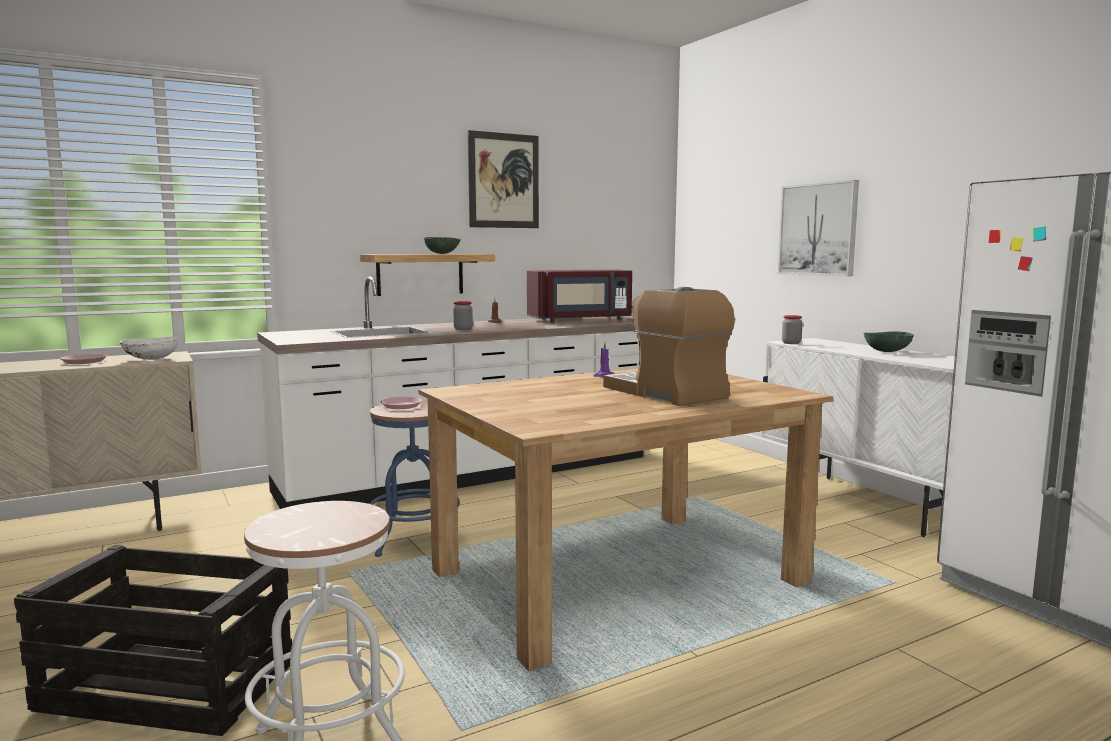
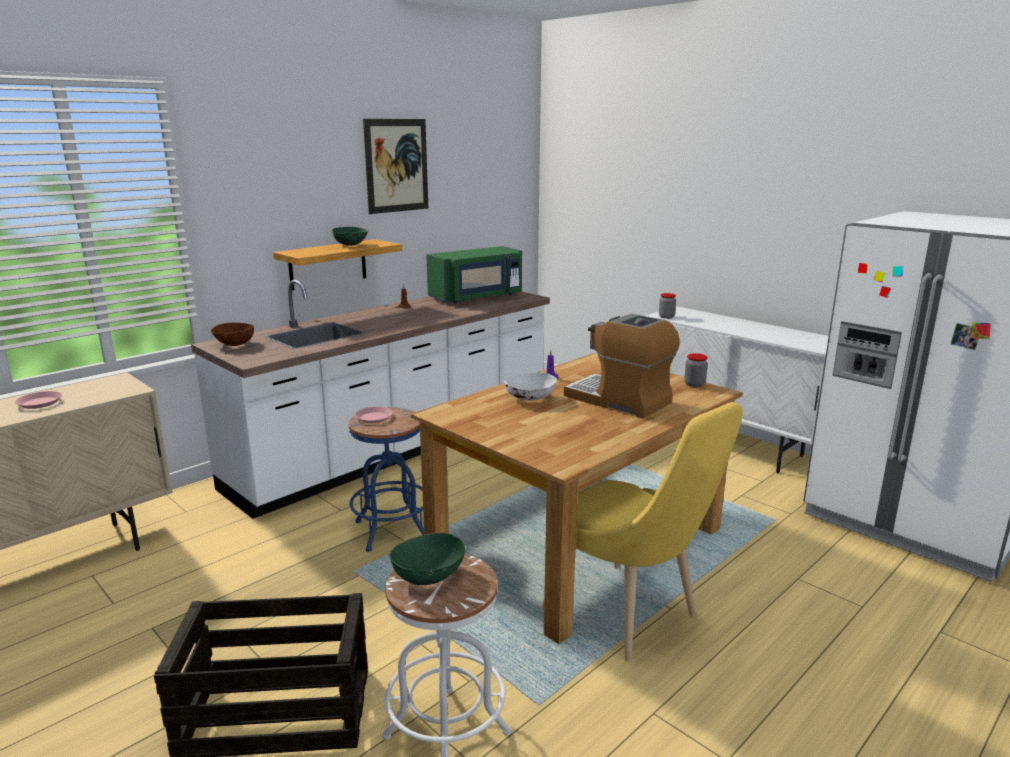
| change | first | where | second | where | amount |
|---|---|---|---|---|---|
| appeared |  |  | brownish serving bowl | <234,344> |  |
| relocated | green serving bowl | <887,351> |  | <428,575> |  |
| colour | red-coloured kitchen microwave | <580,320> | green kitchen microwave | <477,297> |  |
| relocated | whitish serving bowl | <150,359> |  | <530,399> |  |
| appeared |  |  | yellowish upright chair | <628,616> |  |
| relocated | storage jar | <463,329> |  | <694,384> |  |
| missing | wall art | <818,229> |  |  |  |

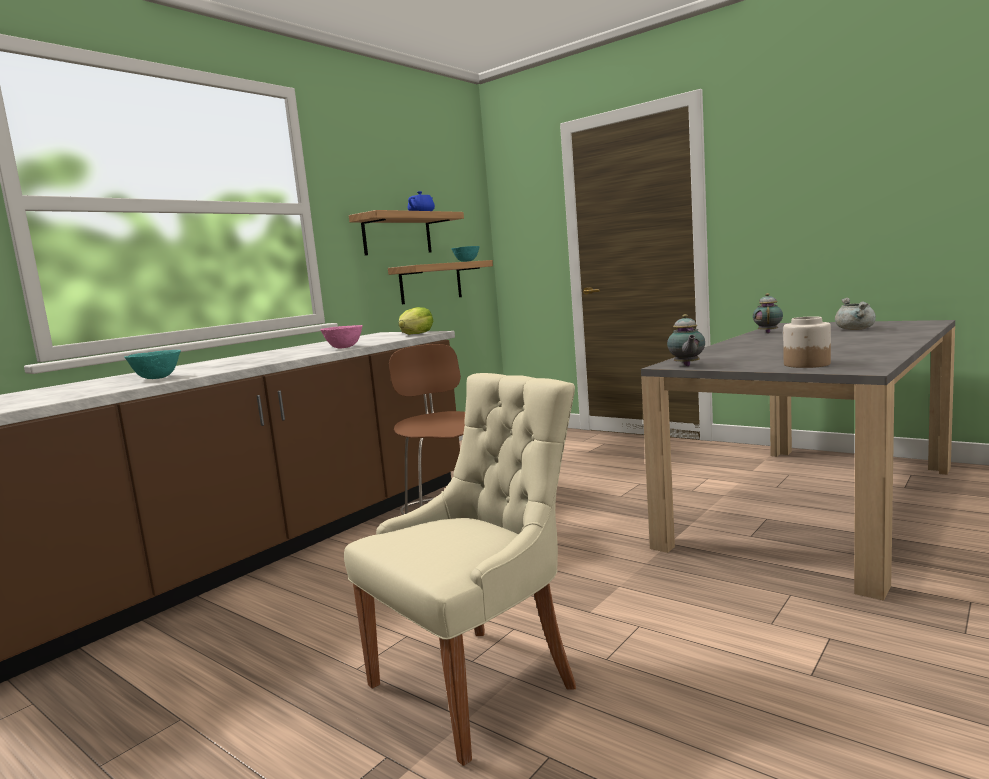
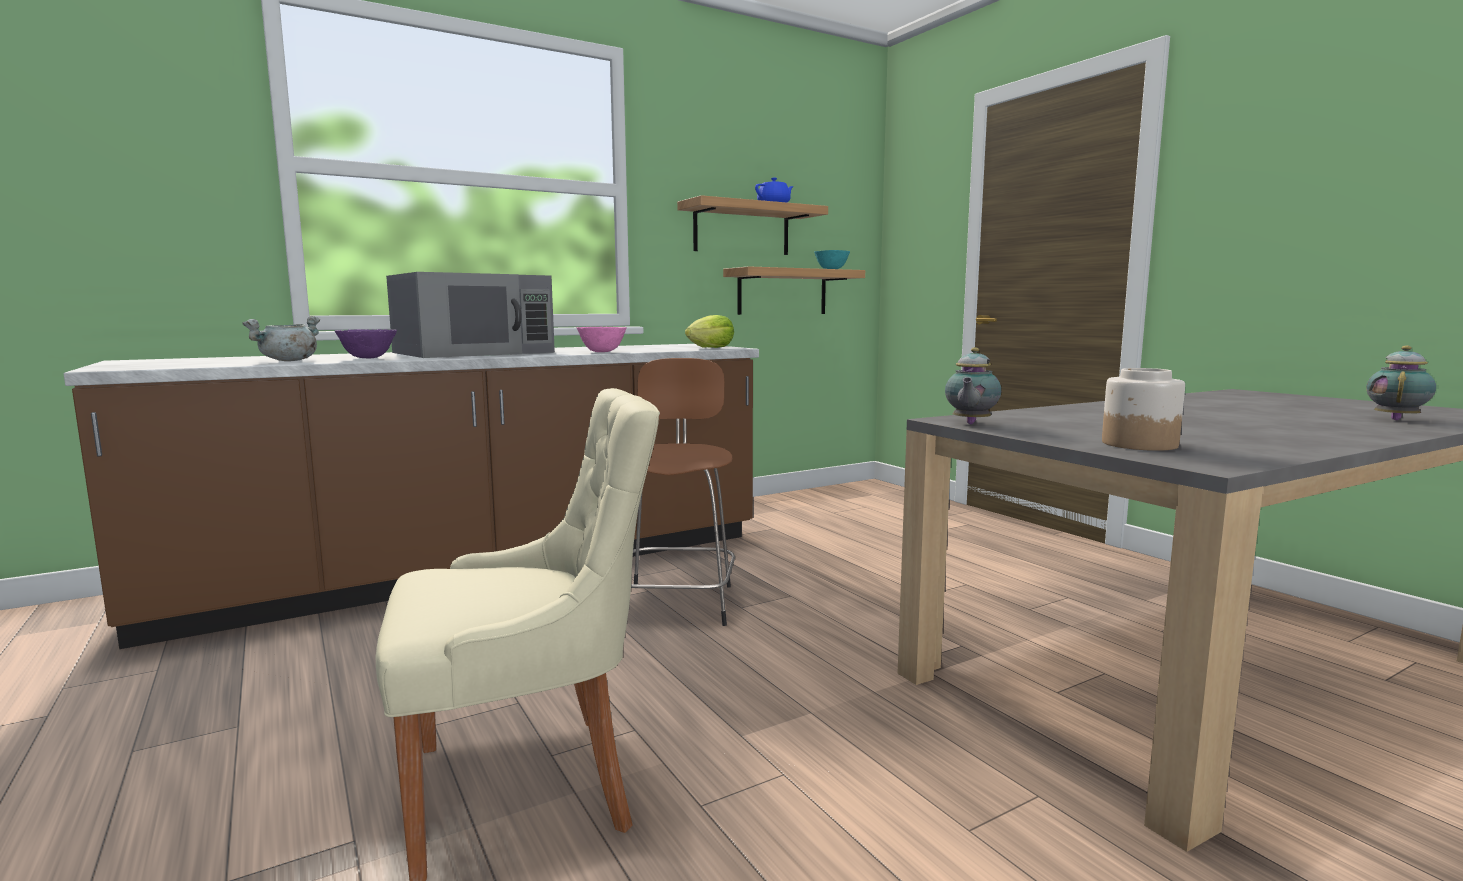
| change | first | where | second | where | amount |
|---|---|---|---|---|---|
| relocated | greyish cooking pot | <855,329> |  | <288,361> |  |
| colour | turquoise serving bowl | <157,378> | purplish serving bowl | <368,358> |  |
| appeared |  |  | greyish kitchen microwave | <475,352> |  |
| relocated | teapot | <768,332> |  | <1396,419> |  |

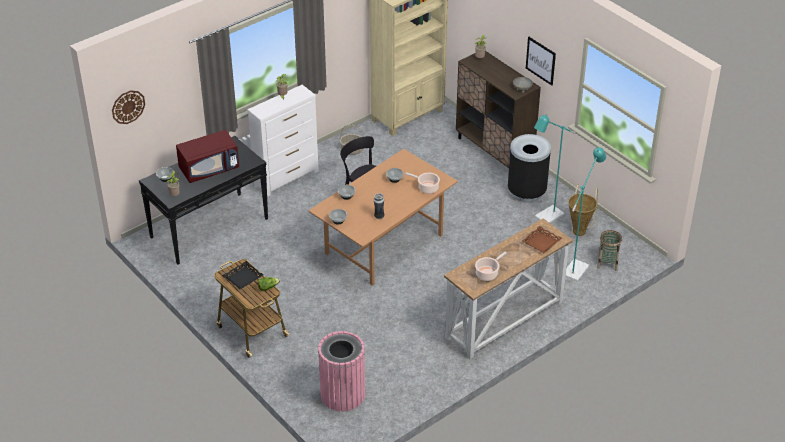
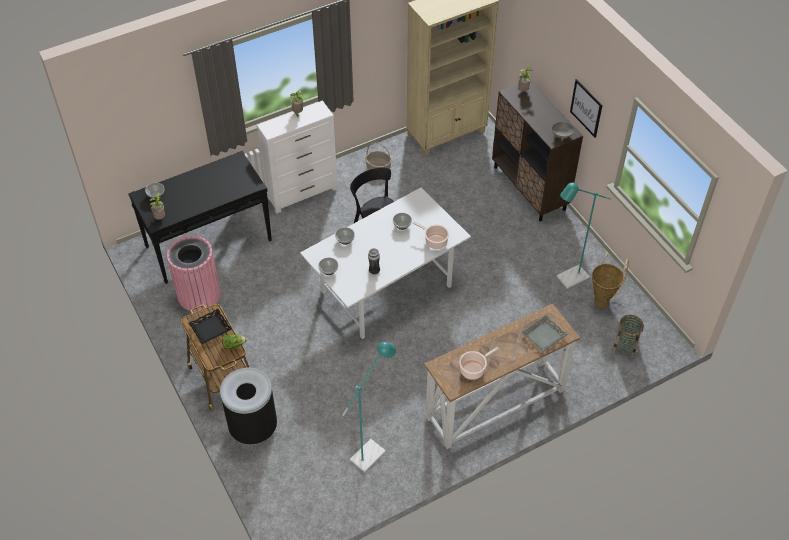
| change | first | where | second | where | amount |
|---|---|---|---|---|---|
| relocated | pink-coloured rubbish bin | <342,394> |  | <199,294> |  |
| relocated | black rubbish bin | <527,192> |  | <253,428> |  |
| colour | brownish dinner table | <384,243> | whitish dinner table | <386,288> |  |
| relocated | turquoise floor lamp | <577,267> |  | <372,451> |  |
| colour | brownish carrying tray | <541,242> | greyish carrying tray | <544,336> |  |
| missing | wall clock | <128,107> |  |  |  |
| missing | red-coloured kitchen microwave | <209,169> |  |  |  |

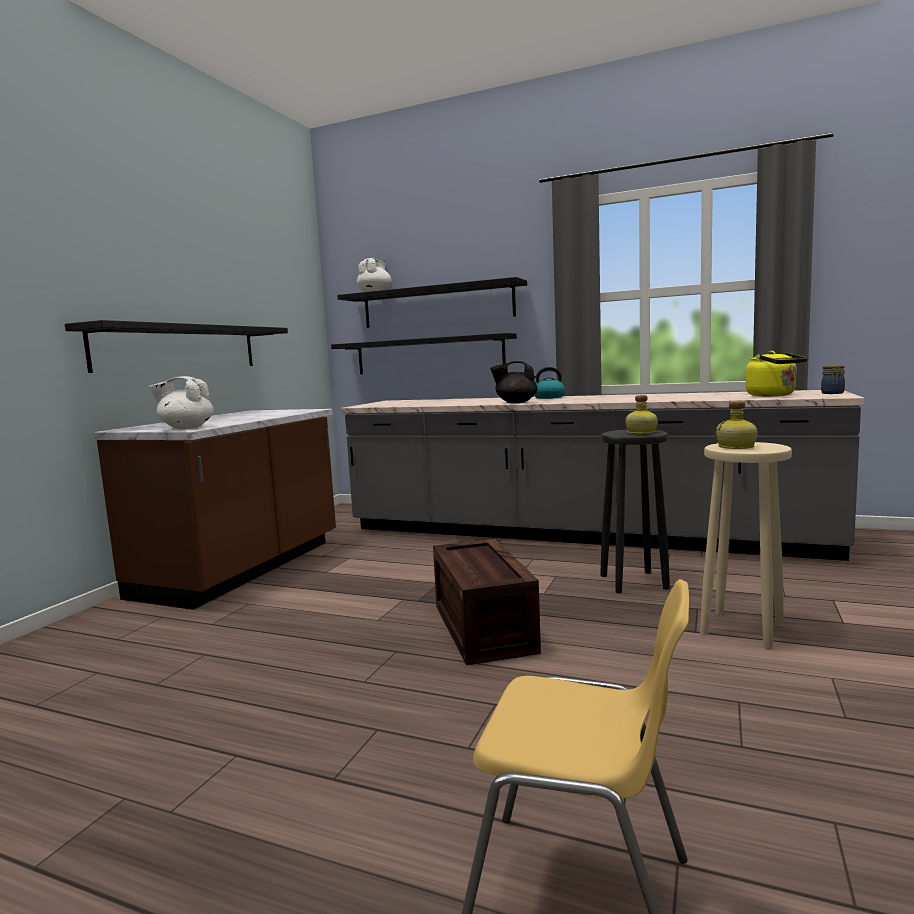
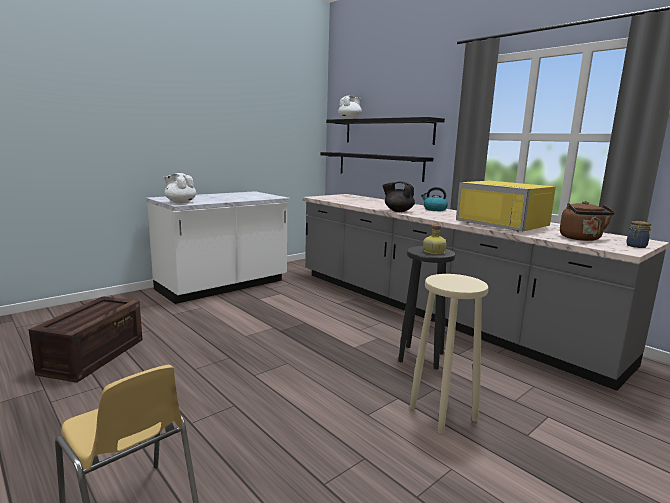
| change | first | where | second | where | amount |
|---|---|---|---|---|---|
| relocated | shipping crate | <486,628> |  | <93,357> |  |
| colour | brownish kitchen counter | <242,569> | whitish kitchen counter | <223,286> |  |
| appeared |  |  | yellowish kitchen microwave | <505,225> |  |
| colour | yellowish tea kettle | <773,395> | brownish tea kettle | <581,239> |  |
| missing | black shelf | <179,348> |  |  |  |
| missing | beverage bottle | <737,447> |  |  |  |

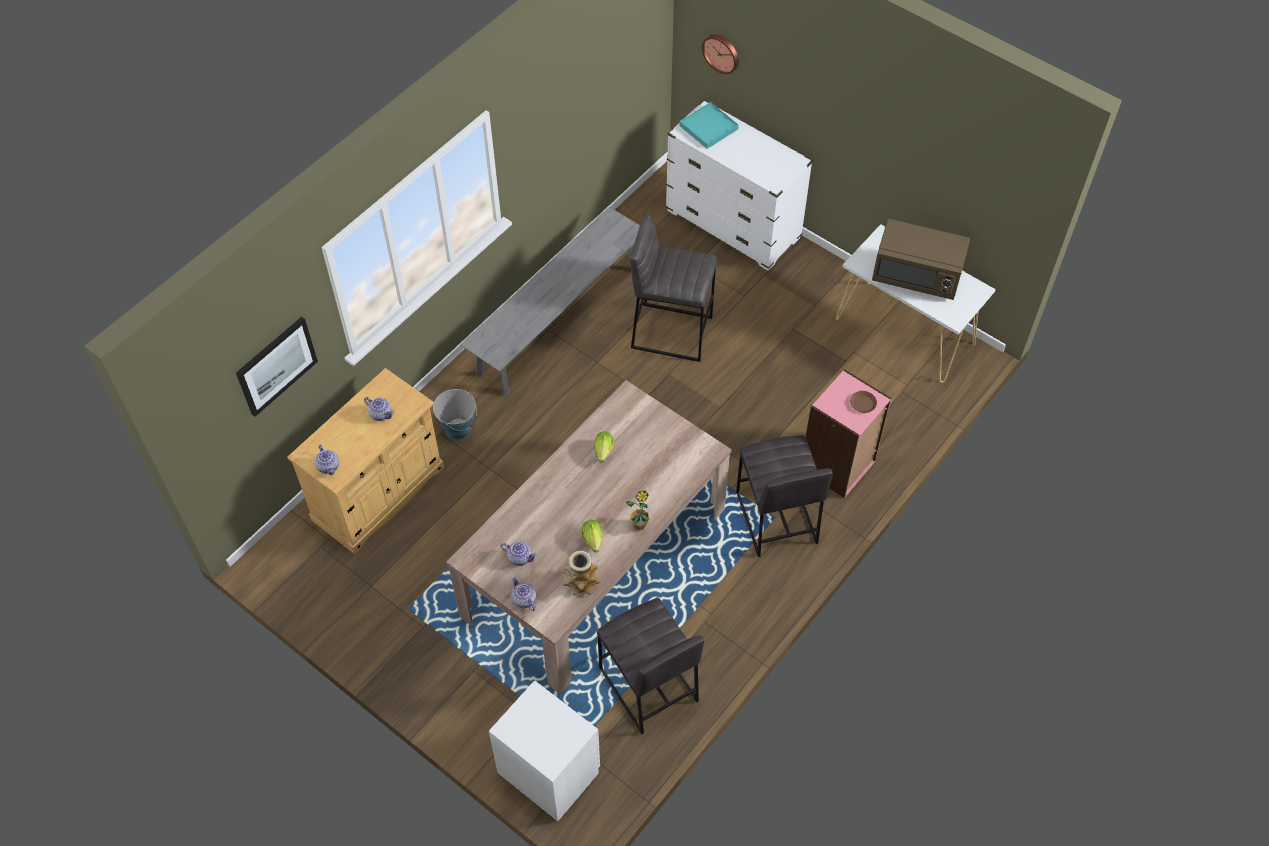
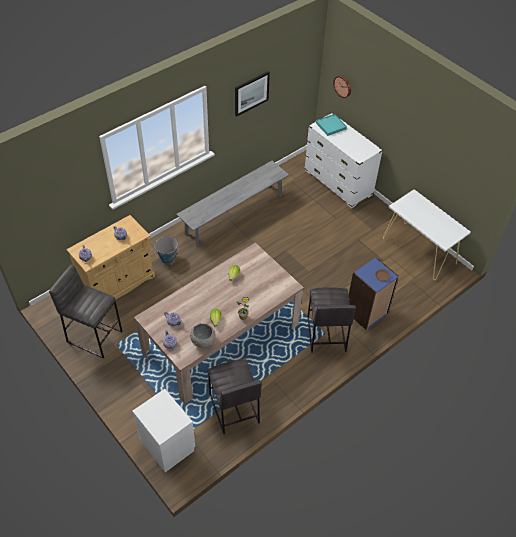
| change | first | where | second | where | amount |
|---|---|---|---|---|---|
| relocated | greyish stool | <671,331> |  | <94,336> |  |
| exchanged | decorative vase | <581,582> | greyish serving bowl | <203,341> |  |
| relocated | wall art | <276,365> |  | <251,93> |  |
| colour | pink-coloured bookshelf | <838,465> | bluish bookshelf | <367,313> |  |
| missing | brownish kitchen microwave | <917,275> |  |  |  |

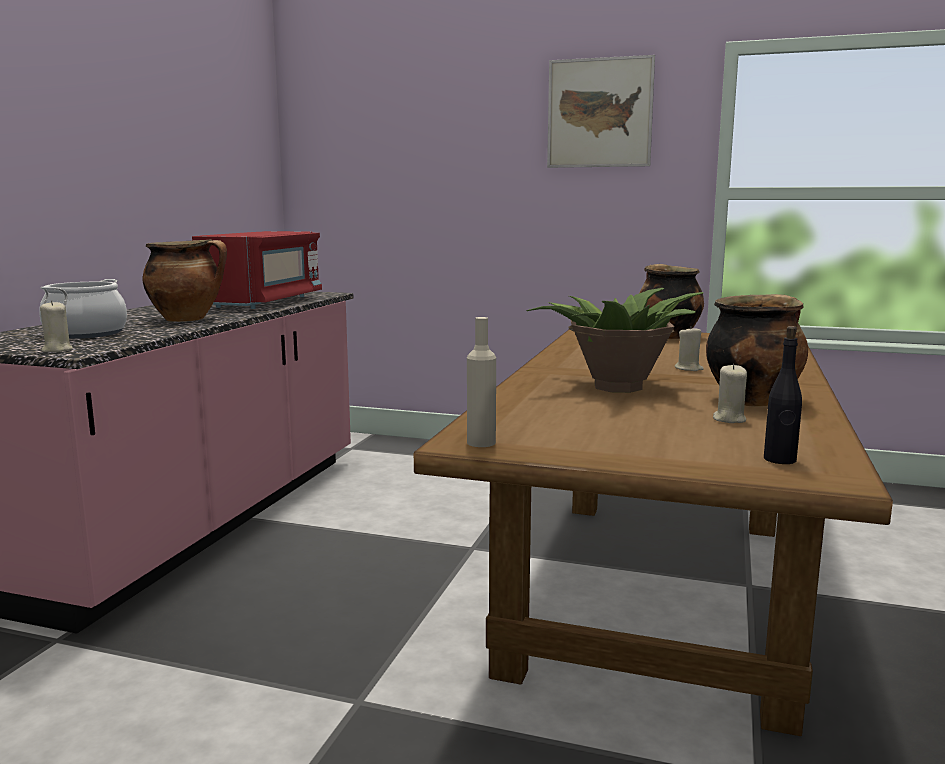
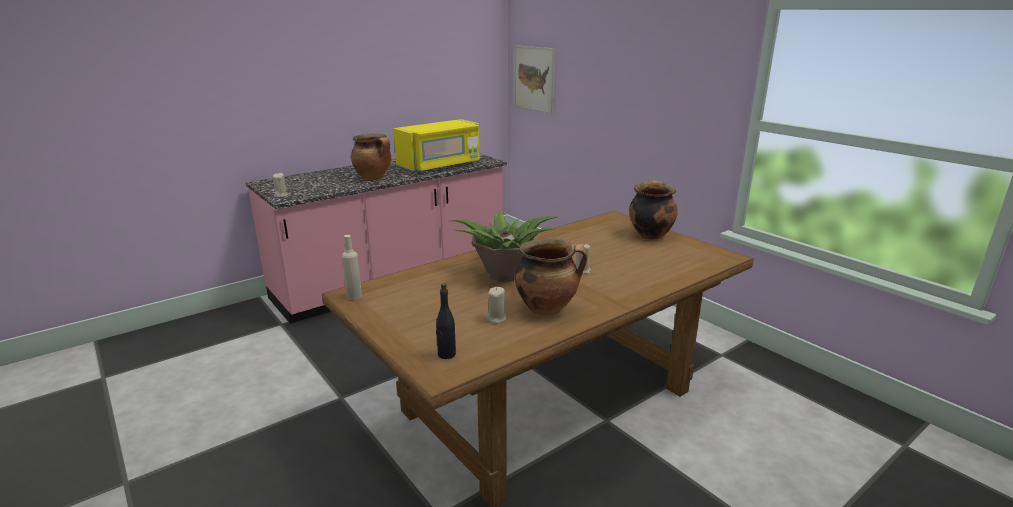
| change | first | where | second | where | amount |
|---|---|---|---|---|---|
| colour | red-coloured kitchen microwave | <264,302> | yellowish kitchen microwave | <440,165> |  |
| relocated | wall art | <599,113> |  | <534,79> |  |
| missing | cooking pot | <86,333> |  |  |  |

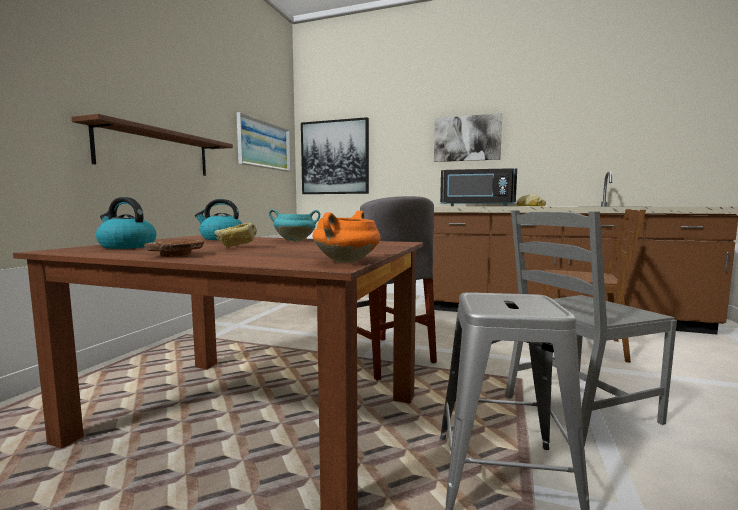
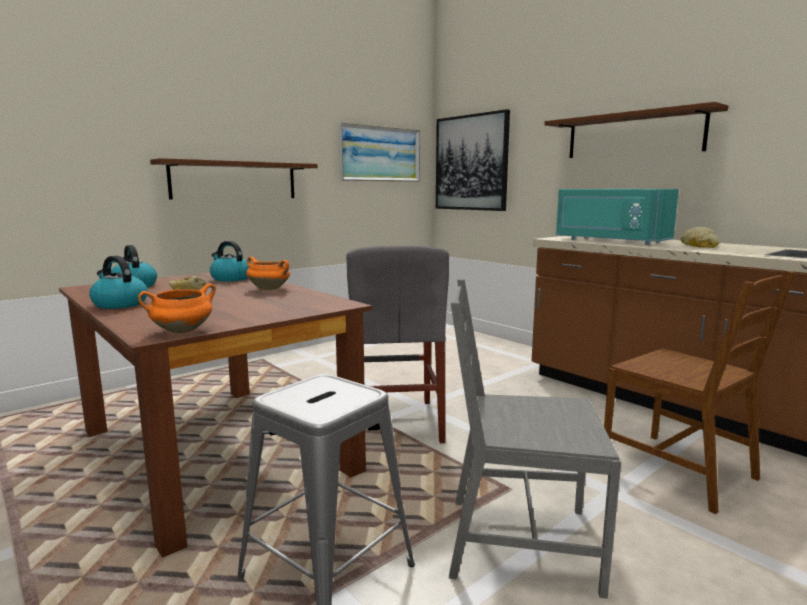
| change | first | where | second | where | amount |
|---|---|---|---|---|---|
| exchanged | brownish plate | <175,255> | tea kettle | <119,304> |  |
| colour | turquoise cooking pot | <295,241> | orangey cooking pot | <270,289> |  |
| exchanged | wall art | <467,138> | brownish shelf | <633,135> |  |
| colour | black kitchen microwave | <476,206> | turquoise kitchen microwave | <609,241> |  |

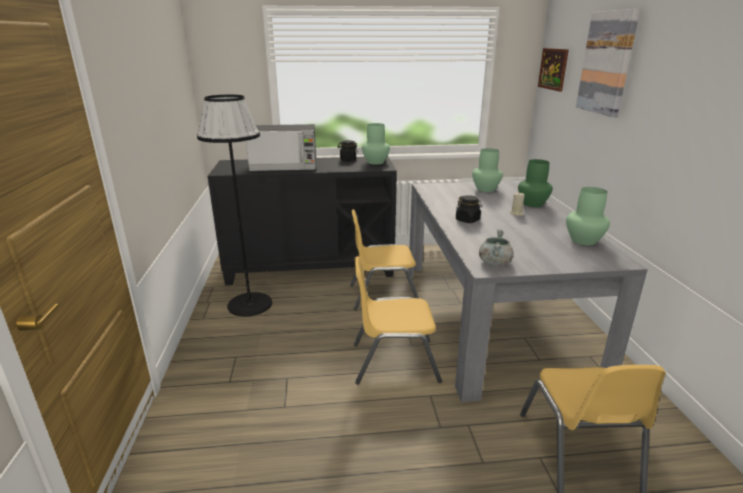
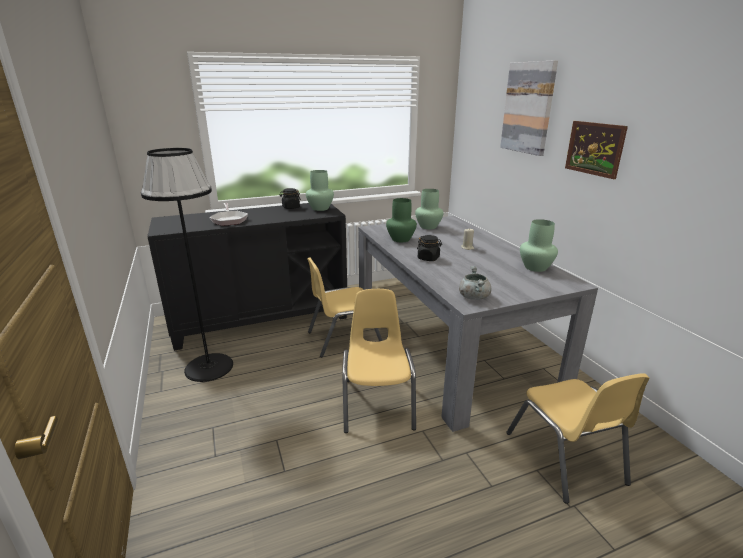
| change | first | where | second | where | amount |
|---|---|---|---|---|---|
| exchanged | kitchen microwave | <284,167> | frying pan | <229,220> |  |
| spun | yellowish upright chair | <394,361> |  | <377,403> | 105 degrees clockwise |
| relocated | green decorative vase | <532,204> |  | <400,239> |  |
| relocated | wall art | <553,69> |  | <594,148> |  |

